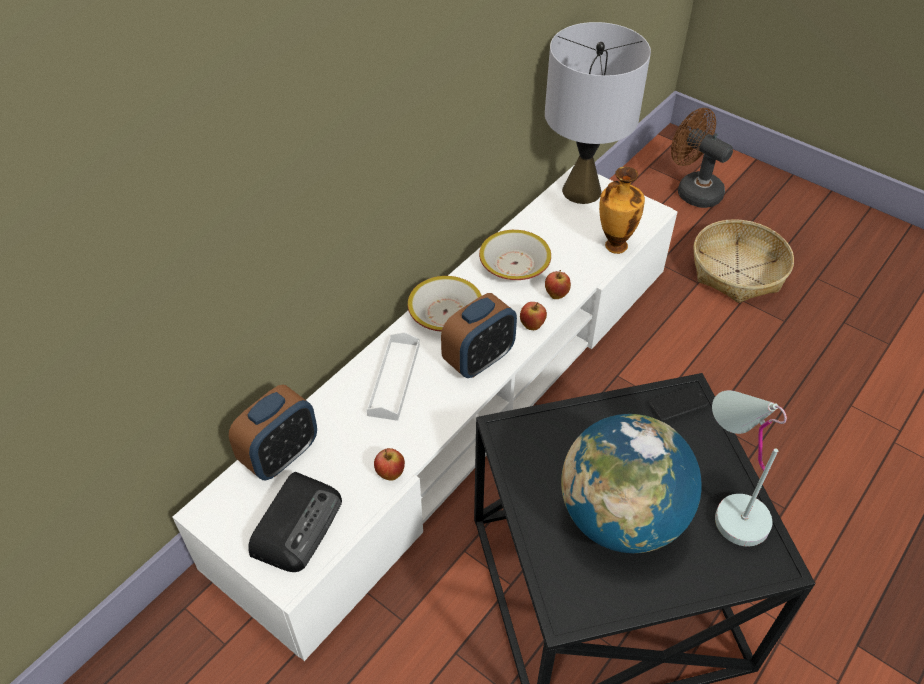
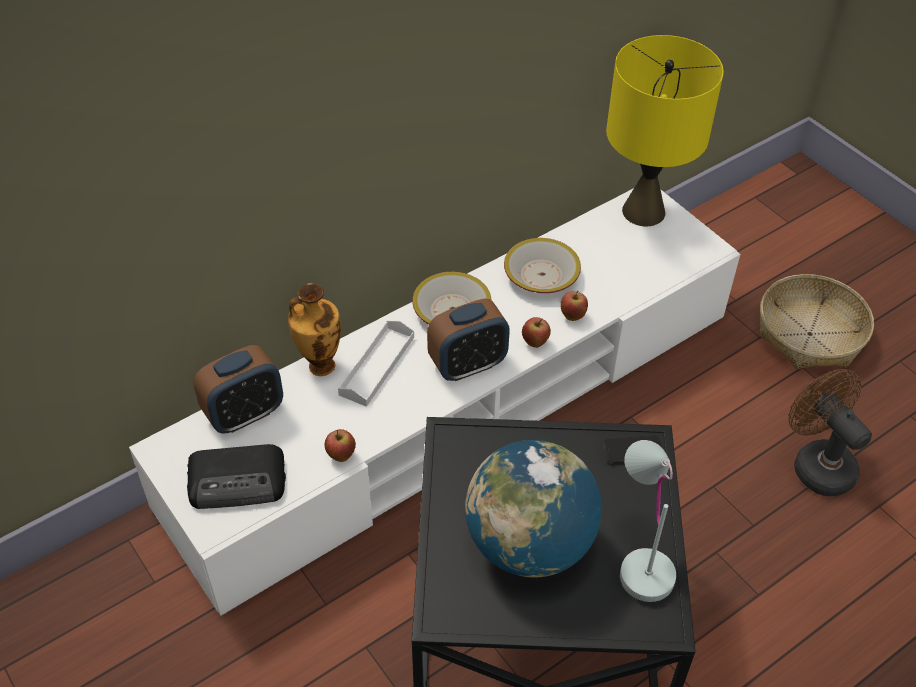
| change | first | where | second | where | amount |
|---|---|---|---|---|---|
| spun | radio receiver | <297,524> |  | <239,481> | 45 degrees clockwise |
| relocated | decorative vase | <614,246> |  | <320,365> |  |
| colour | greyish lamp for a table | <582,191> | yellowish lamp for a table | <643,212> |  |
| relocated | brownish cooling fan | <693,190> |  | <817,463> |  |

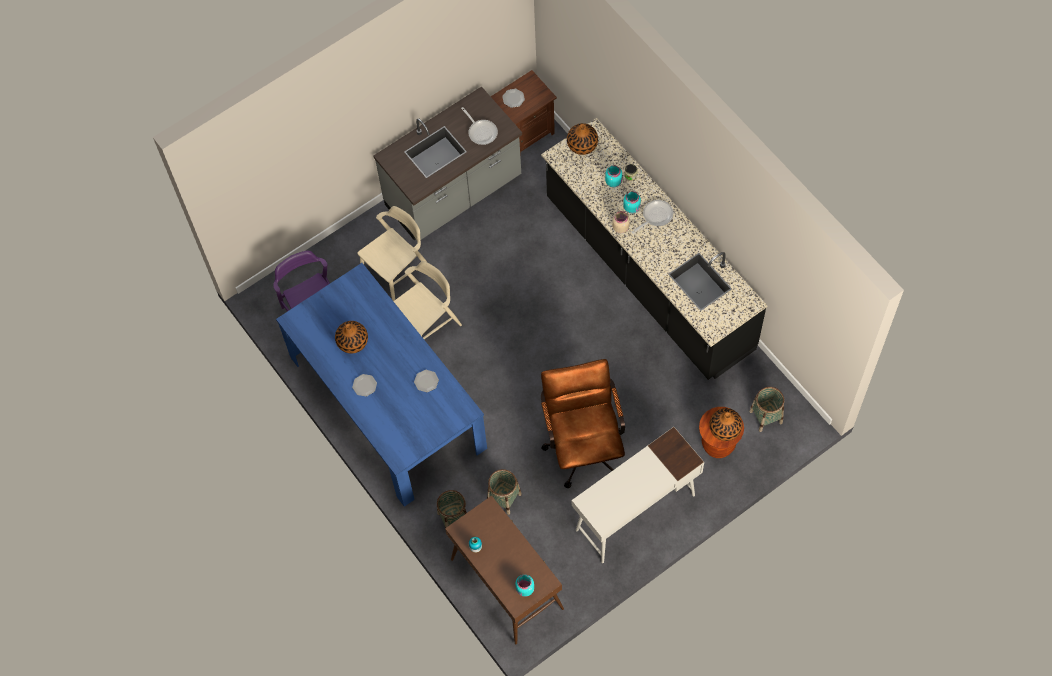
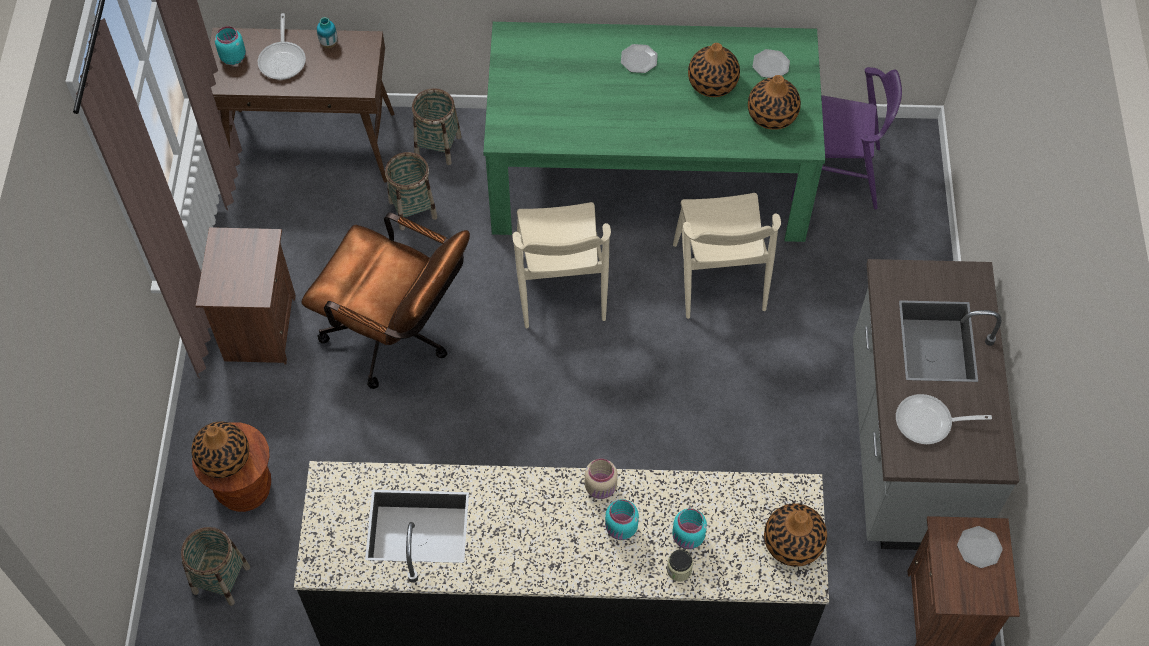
| change | first | where | second | where | amount |
|---|---|---|---|---|---|
| exchanged | whitish desk table | <635,513> | brownish nightstand | <258,328> |  |
| relocated | frying pan | <655,216> |  | <283,59> |  |
| colour | bluish dinner table | <387,402> | green dinner table | <648,174> |  |
| relocated | beige-coloured upright chair | <397,273> |  | <560,287> |  |
| appeared |  |  | decorative vase | <772,115> |  |
| relocated | plate | <426,381> |  | <770,65> |  |

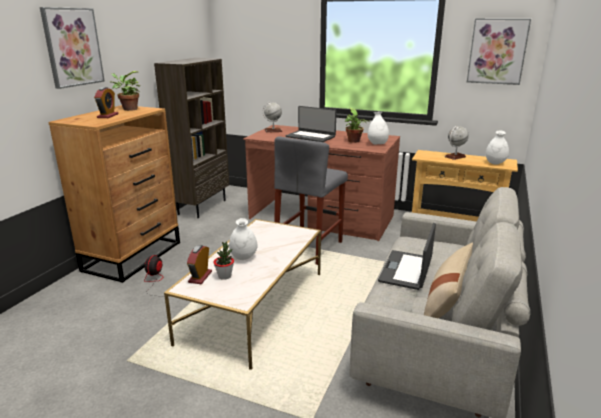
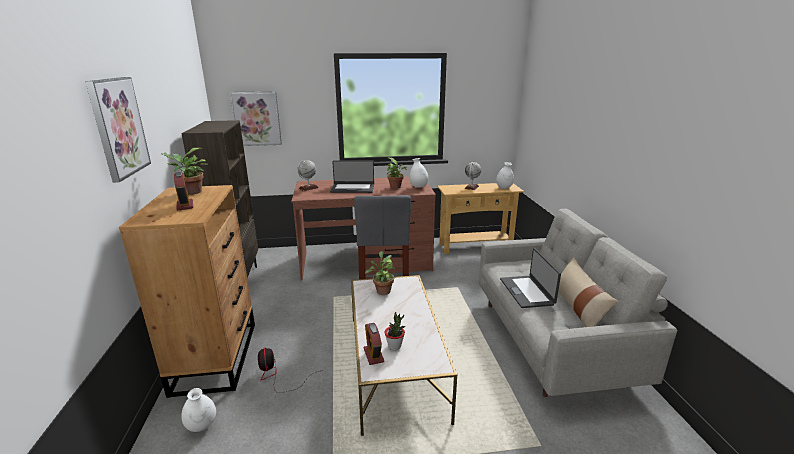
| change | first | where | second | where | amount |
|---|---|---|---|---|---|
| relocated | whitish decorative vase | <243,257> |  | <201,426> |  |
| relocated | wall art | <497,51> |  | <257,118> |  |
| appeared |  |  | plant in a pot | <382,290> |  |

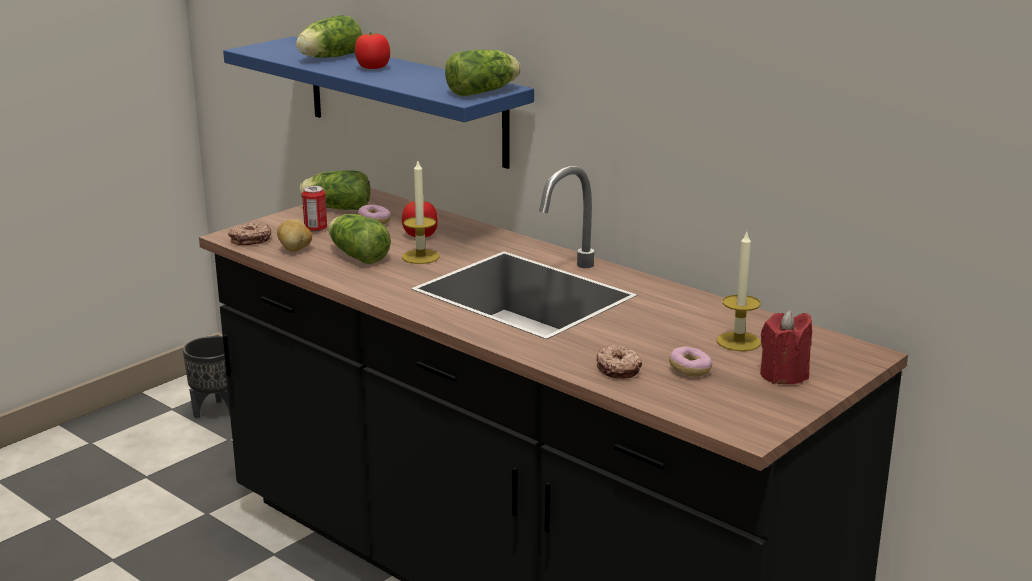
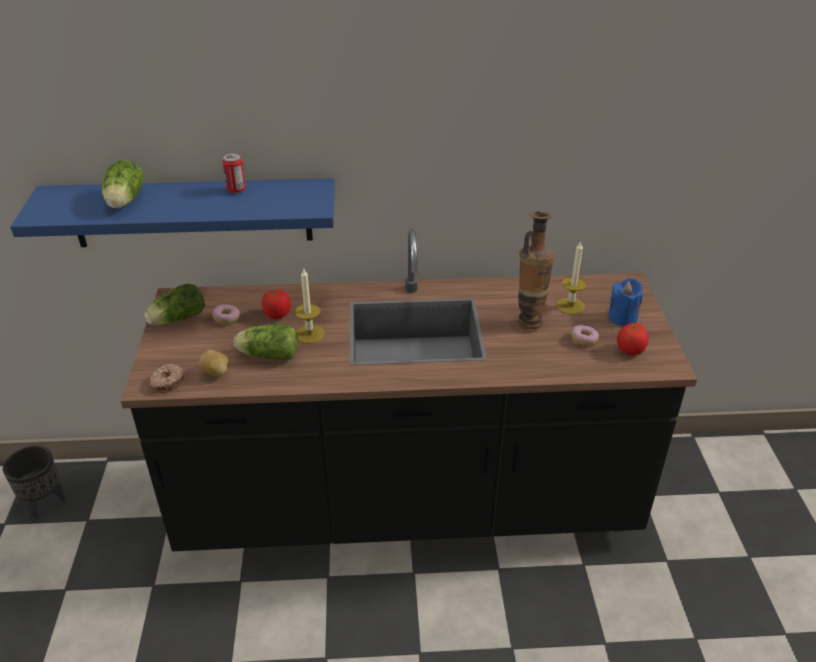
| change | first | where | second | where | amount |
|---|---|---|---|---|---|
| relocated | metal can | <315,229> |  | <236,190> |  |
| appeared |  |  | decorative vase | <529,319> |  |
| colour | red-coloured candle | <783,375> | bluish candle | <622,317> |  |
| relocated | whole tomato | <373,68> |  | <630,350> |  |
| missing | head of lettuce | <485,91> |  |  |  |
| missing | doughnut | <619,369> |  |  |  |

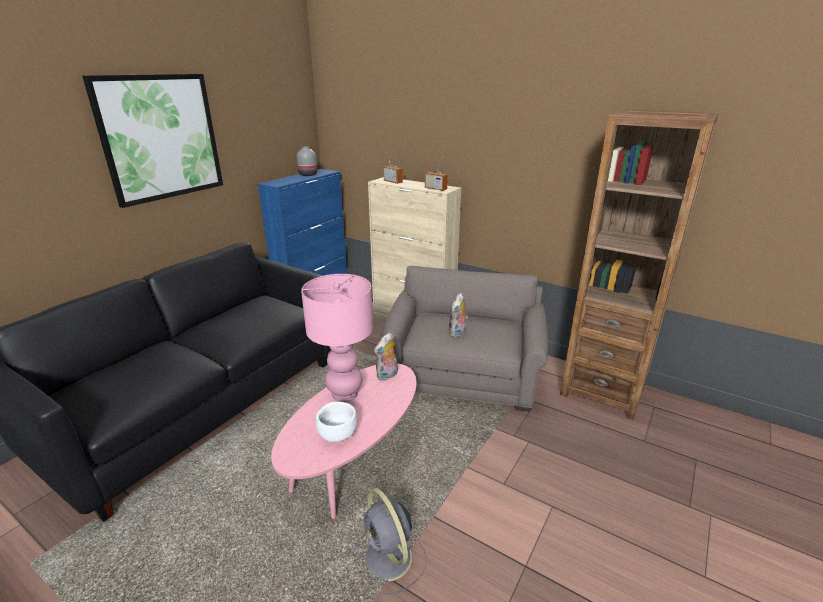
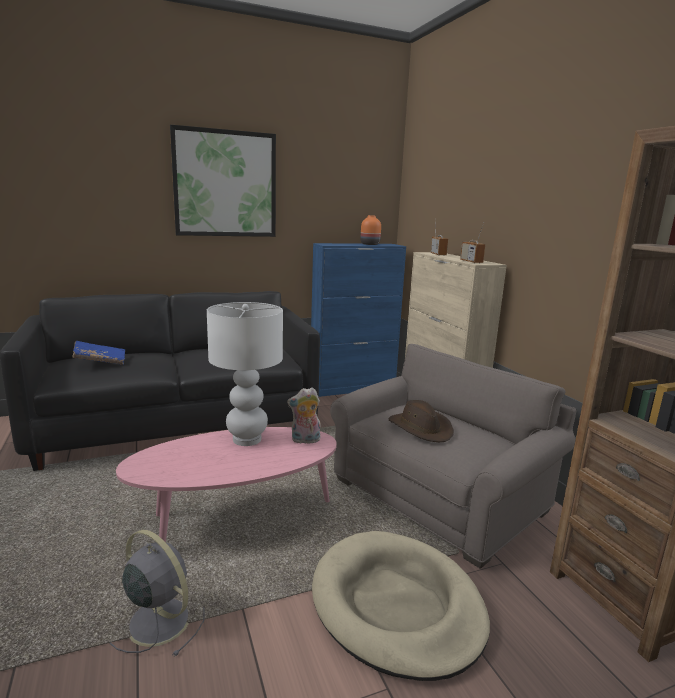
| change | first | where | second | where | amount |
|---|---|---|---|---|---|
| appeared |  |  | bluish volume | <100,361> |  |
| spun | greyish cooling fan | <389,559> |  | <157,619> | 120 degrees clockwise |
| colour | pink-coloured lamp for a table | <345,394> | whitish lamp for a table | <247,439> |  |
| appeared |  |  | beige-coloured dog bed | <396,605> |  |
| colour | greyish decorative vase | <308,175> | orangey decorative vase | <370,244> |  |
| exchanged | soft toy | <457,333> | brownish hat | <421,428> |  |
| missing | whitish serving bowl | <338,435> |  |  |  |

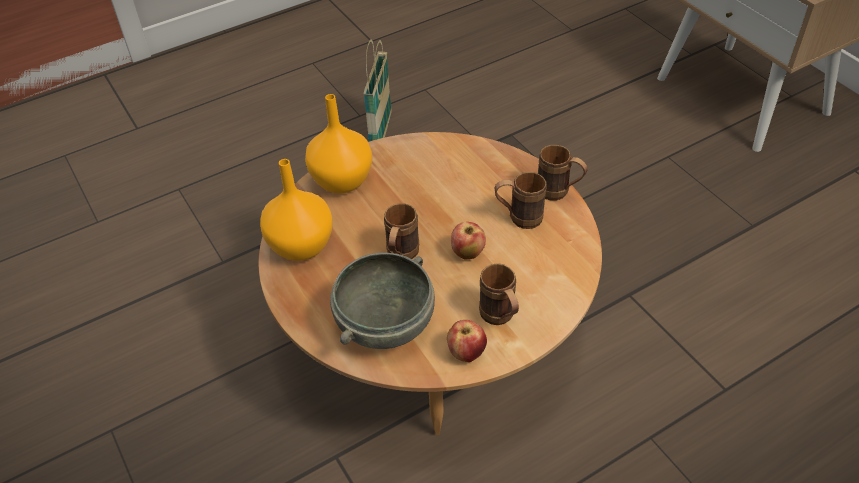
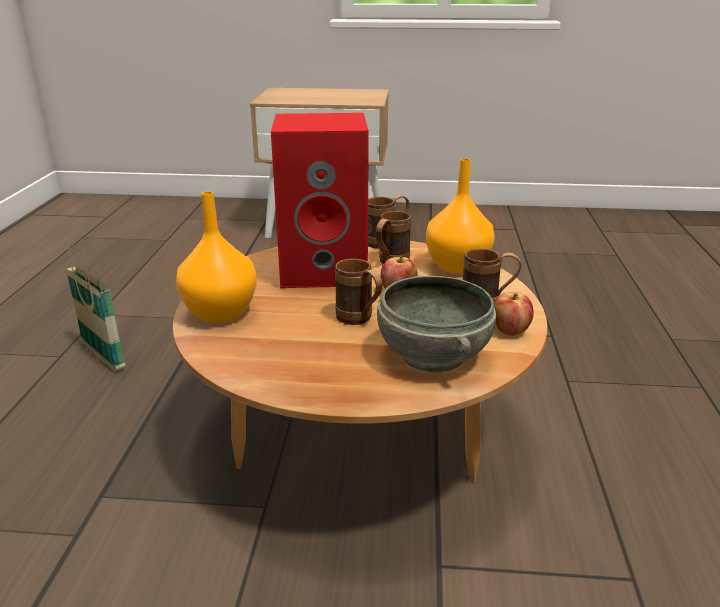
| change | first | where | second | where | amount |
|---|---|---|---|---|---|
| appeared |  |  | red-coloured audio speaker | <326,270> |  |
| relocated | orangey decorative vase | <301,245> |  | <456,266> |  |

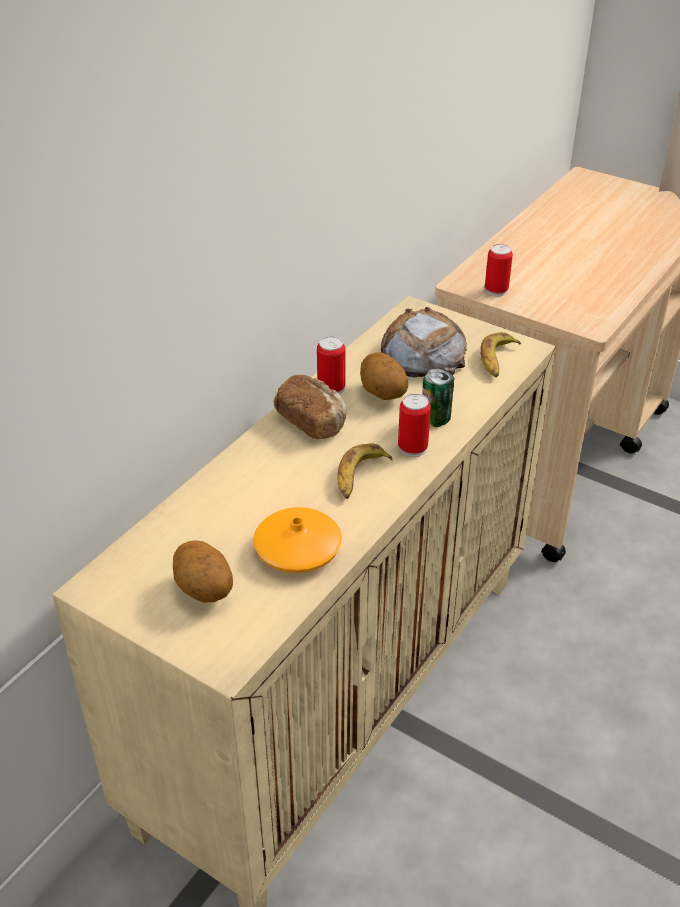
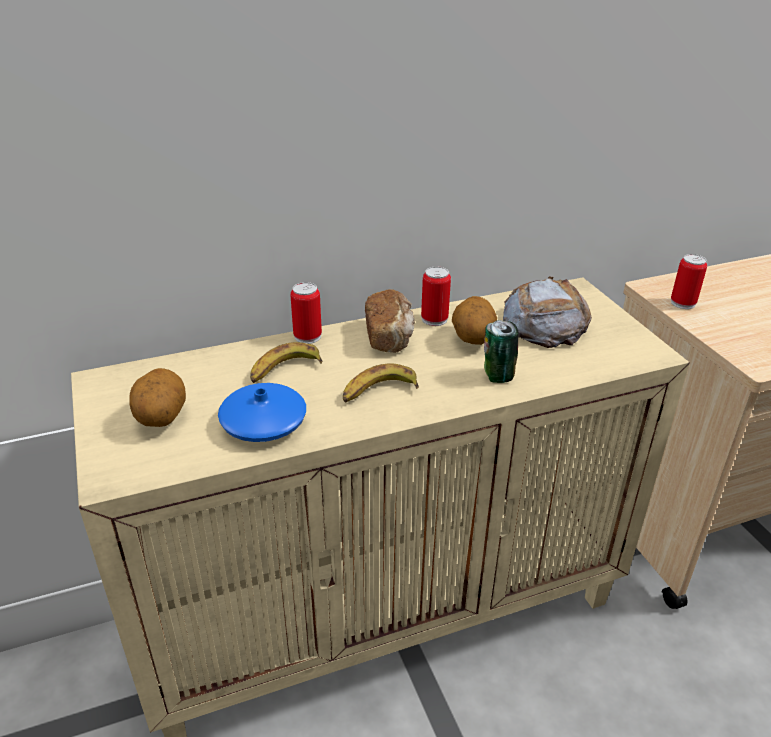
| change | first | where | second | where | amount |
|---|---|---|---|---|---|
| colour | orangey decorative vase | <298,549> | bluish decorative vase | <263,422> |  |
| relocated | banana | <497,360> |  | <284,370> |  |
| relocated | metal can | <412,448> |  | <307,336> |  |

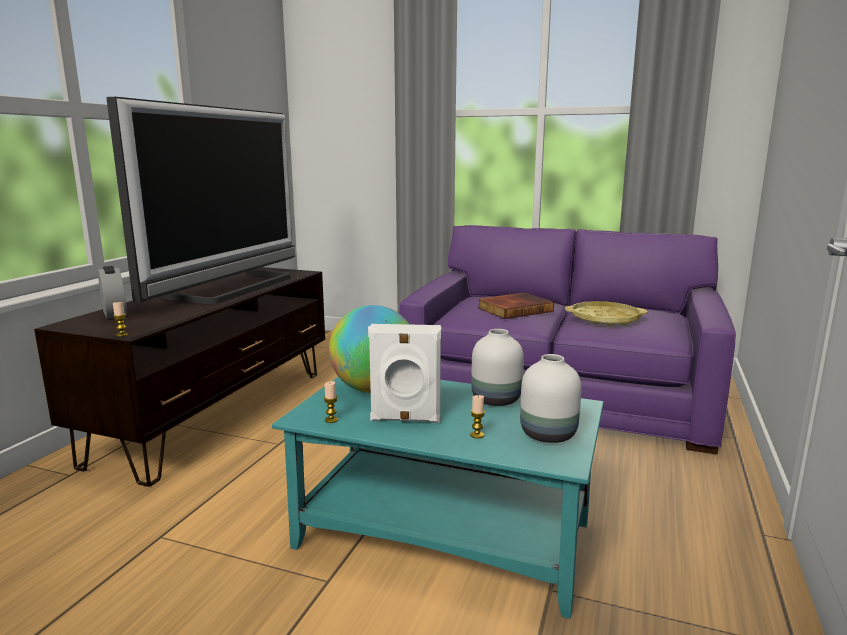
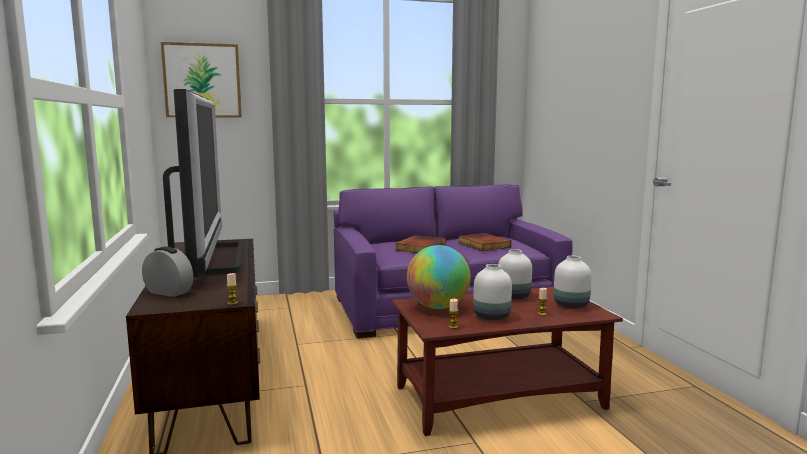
| change | first | where | second | where | amount |
|---|---|---|---|---|---|
| appeared |  |  | wall art | <202,81> |  |
| colour | turquoise low table | <446,535> | brownish low table | <500,397> |  |
| exchanged | yellowish carrying tray | <604,319> | volume | <482,245> |  |
| exchanged | whitish audio speaker | <405,419> | whitish decorative vase | <491,316> |  |

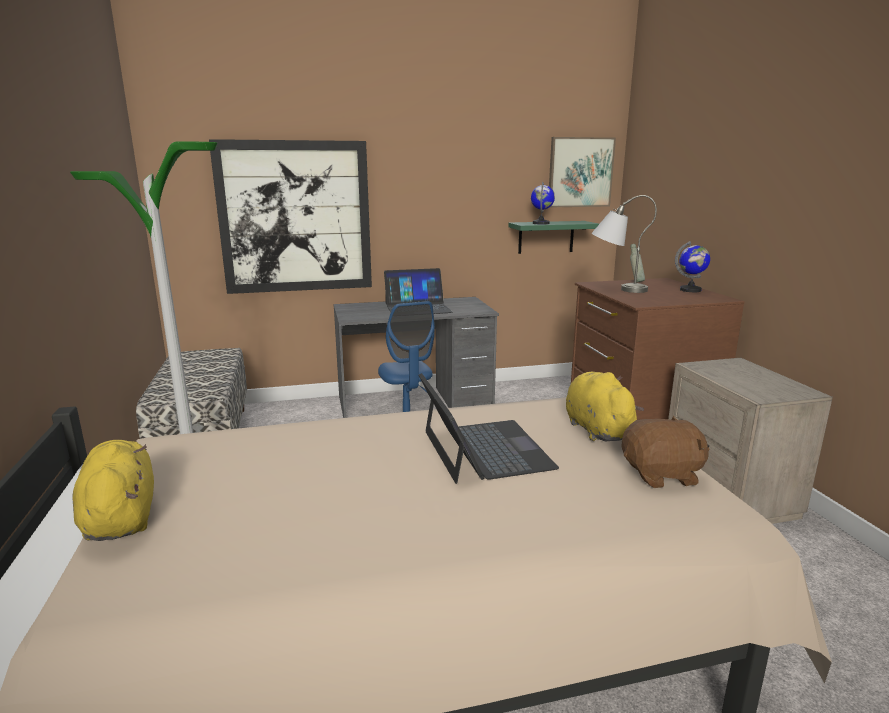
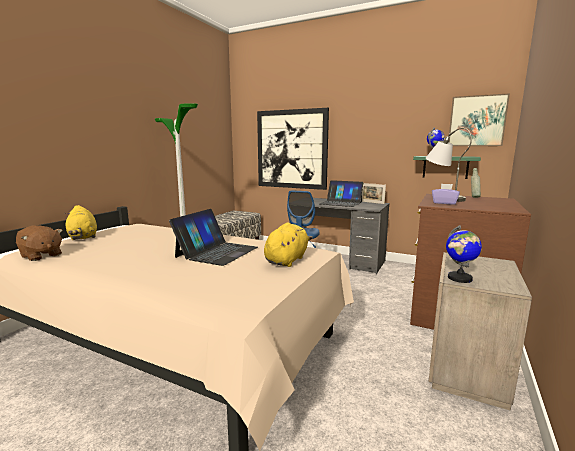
| change | first | where | second | where | amount |
|---|---|---|---|---|---|
| relocated | brownish soft toy | <662,475> |  | <41,256> |  |
| spun | yellowish soft toy | <121,517> |  | <83,237> | 135 degrees clockwise |
| appeared |  |  | picture frame | <372,202> |  |
| appeared |  |  | purplish tissue holder | <444,203> |  |
| relocated | world globe | <690,290> |  | <459,278> |  |

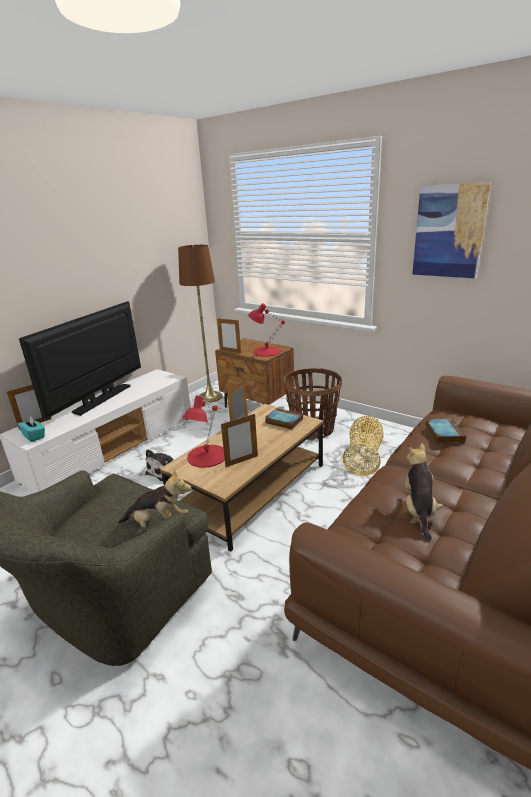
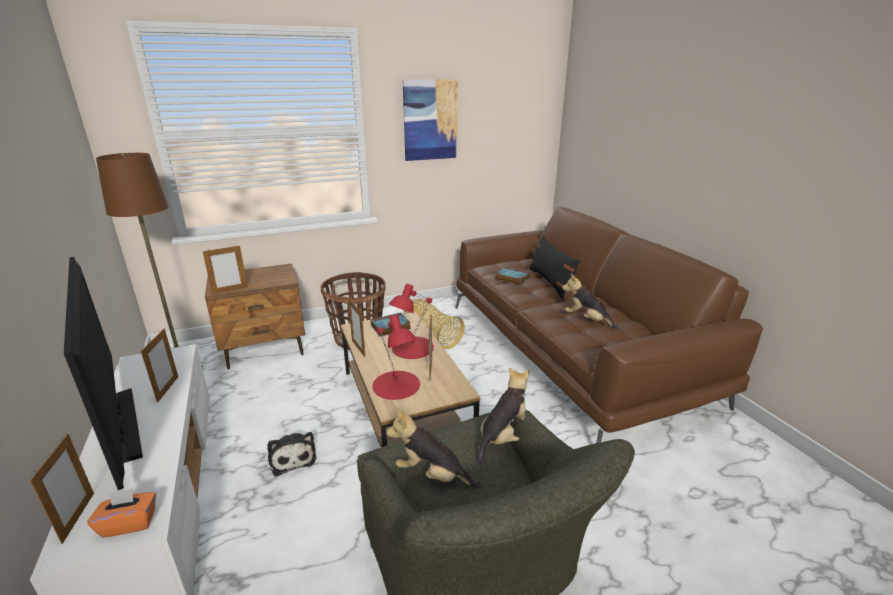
| change | first | where | second | where | amount |
|---|---|---|---|---|---|
| colour | turquoise tissue holder | <34,436> | orangey tissue holder | <129,523> |  |
| appeared |  |  | picture frame | <168,389> |  |
| appeared |  |  | soft toy | <432,475> |  |
| relocated | red-coloured lamp for a table | <266,351> |  | <412,347> |  |
| appeared |  |  | black pillow | <550,282> |  |

